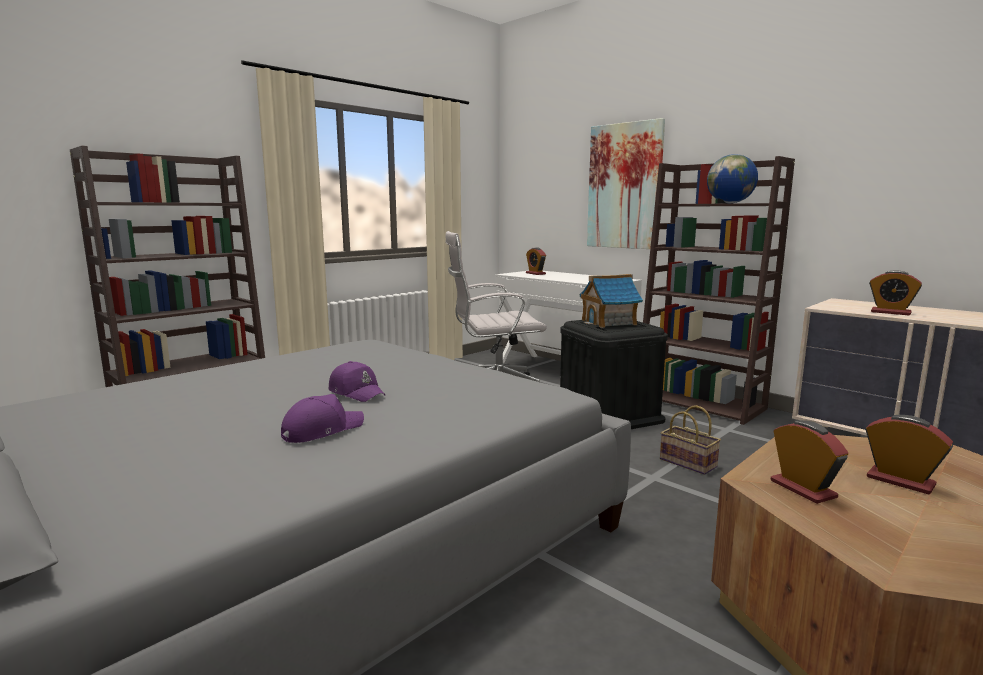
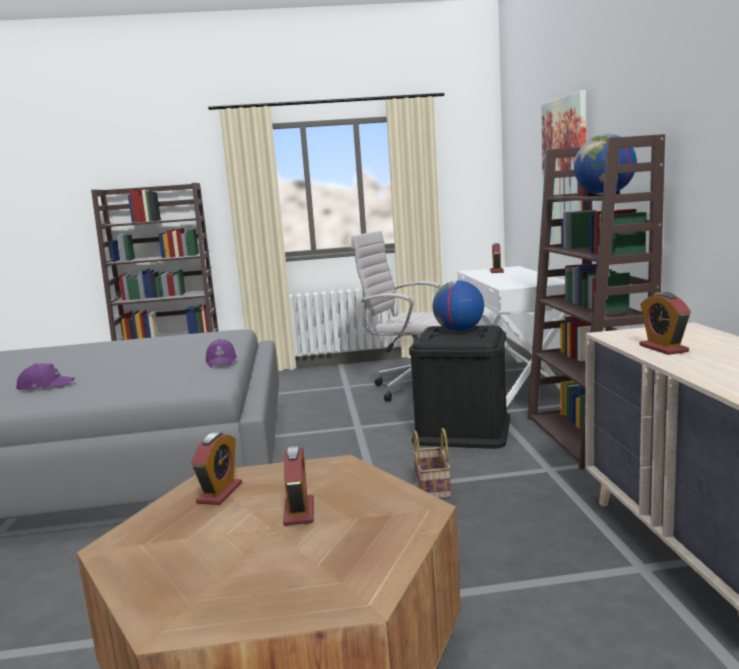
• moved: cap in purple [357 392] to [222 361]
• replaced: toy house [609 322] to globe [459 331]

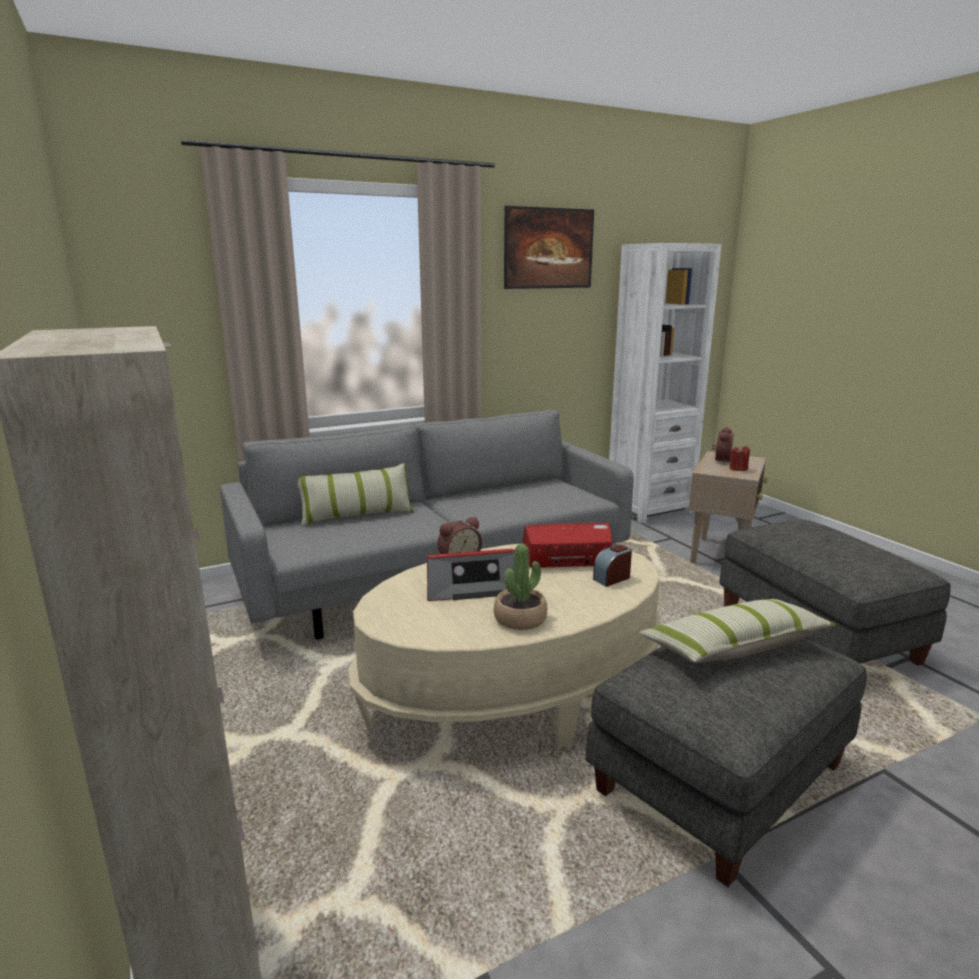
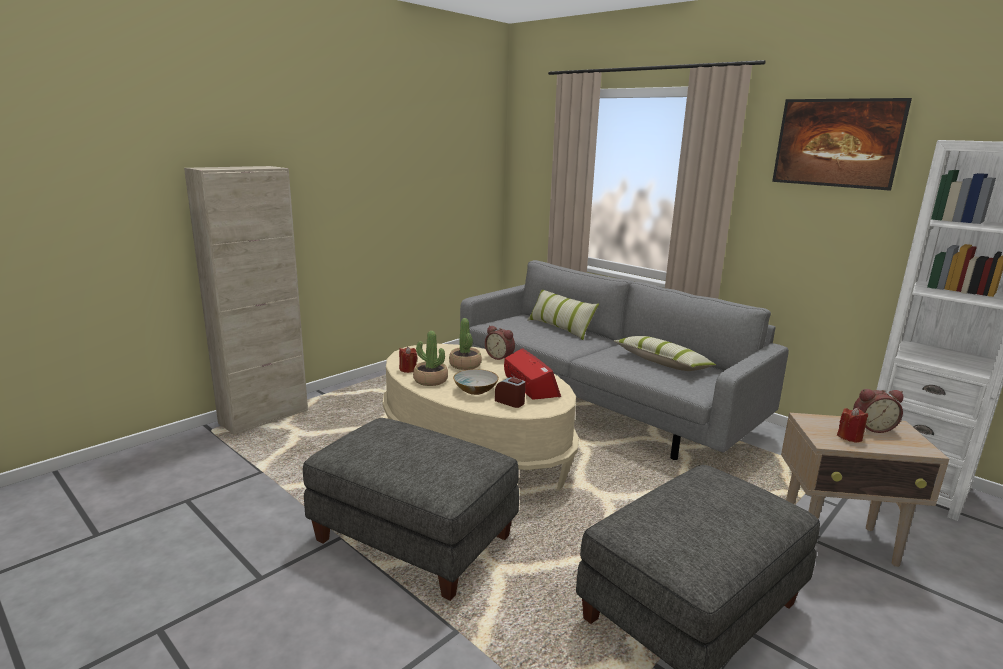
• added: candle in red [408 369]
• added: bowl [475 390]
• moved: pillow [734 647] to [662 363]
• replaced: radio [473 587] to potted plant [465 365]

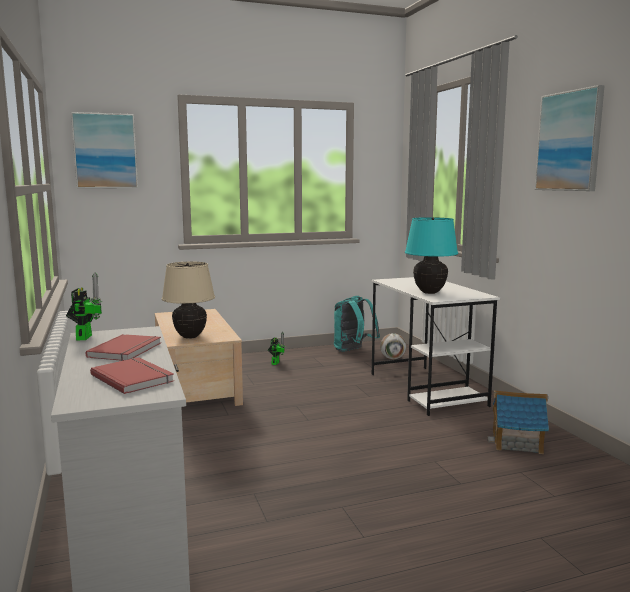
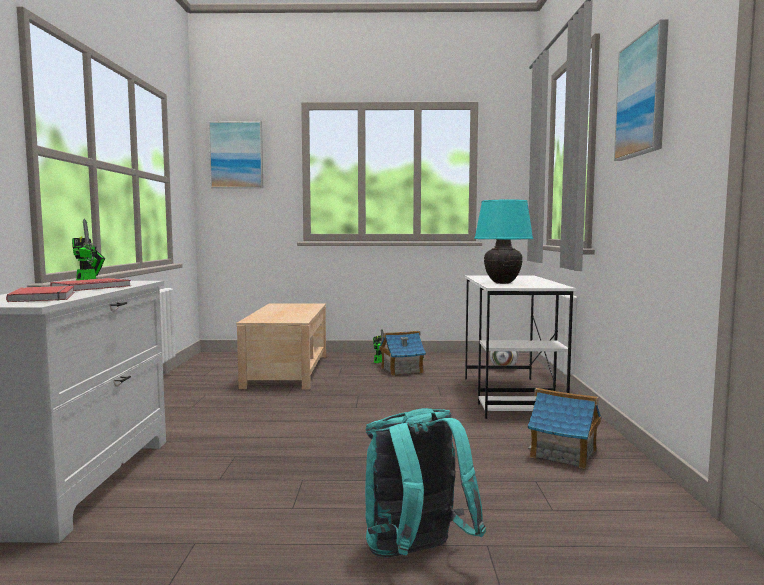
• removed: table lamp in beige [190 337]
• added: toy house [401 370]
• moved: backpack in turquoise [353 350] to [415 555]

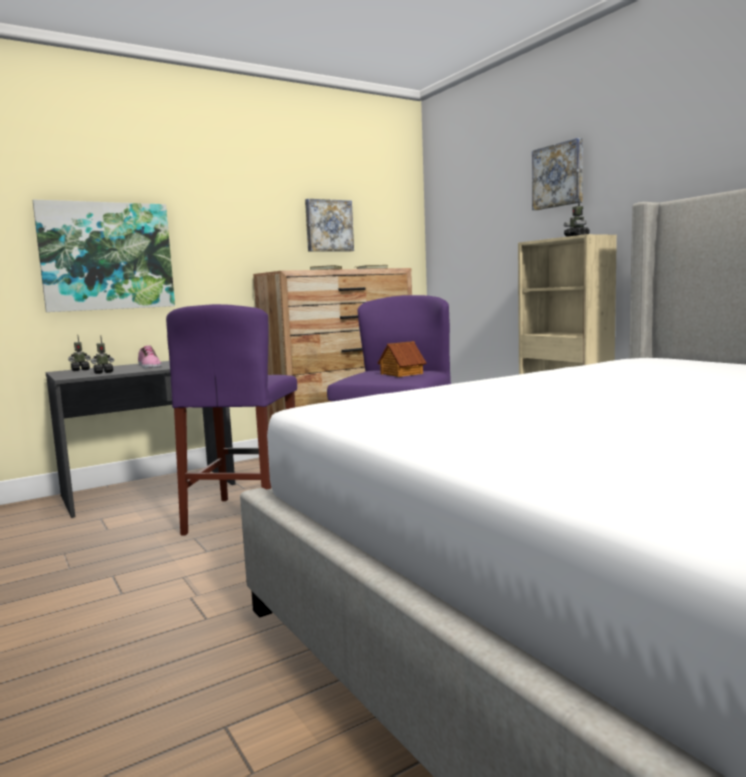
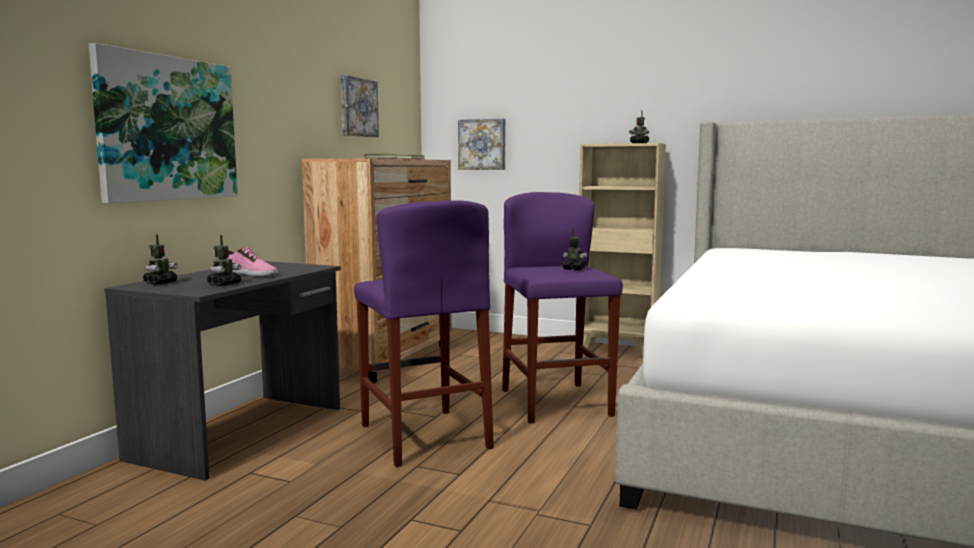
• moved: picture [558 176] to [482 144]
• replaced: toy house [401 374] to toy robot [574 269]

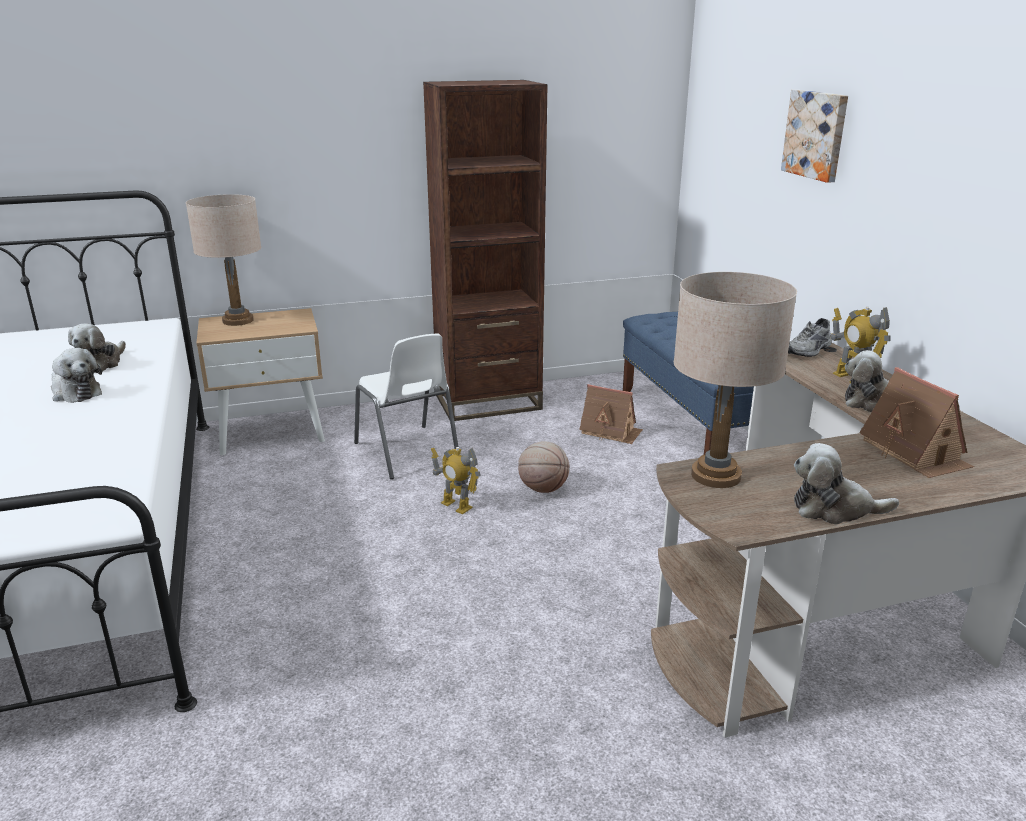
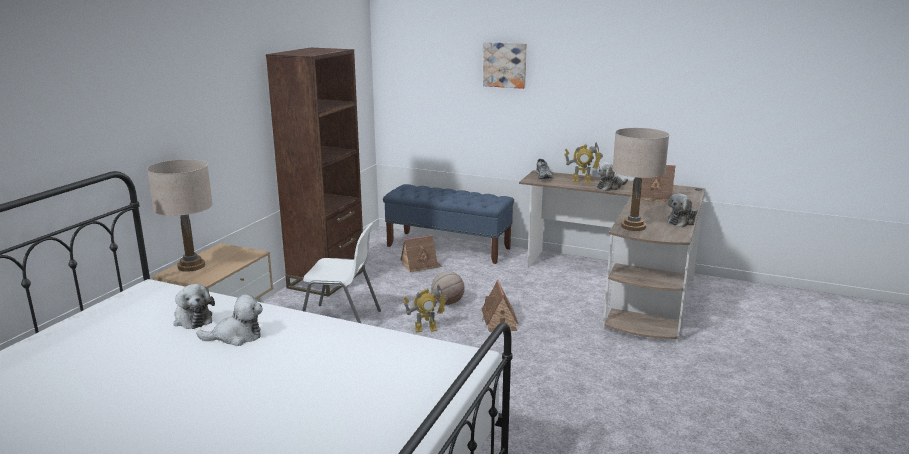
• added: toy house [499 321]

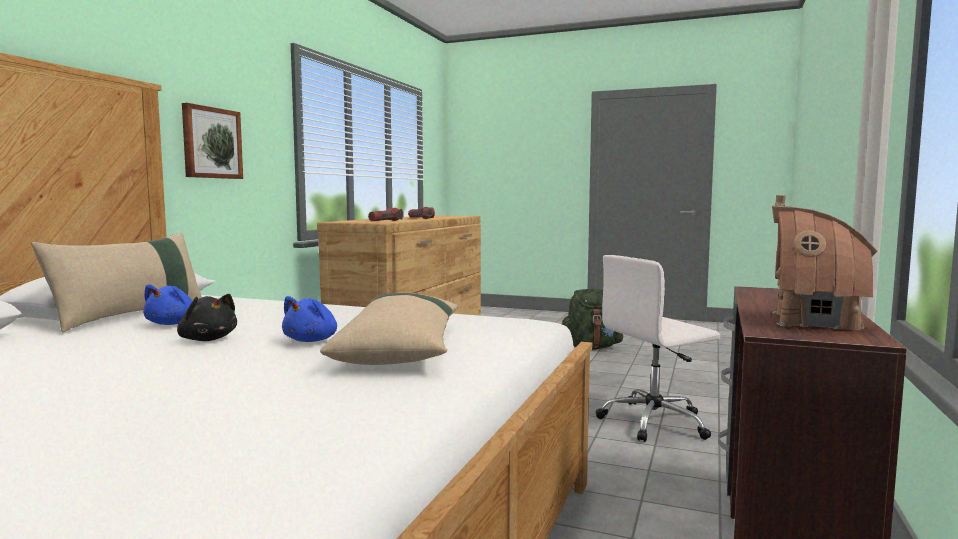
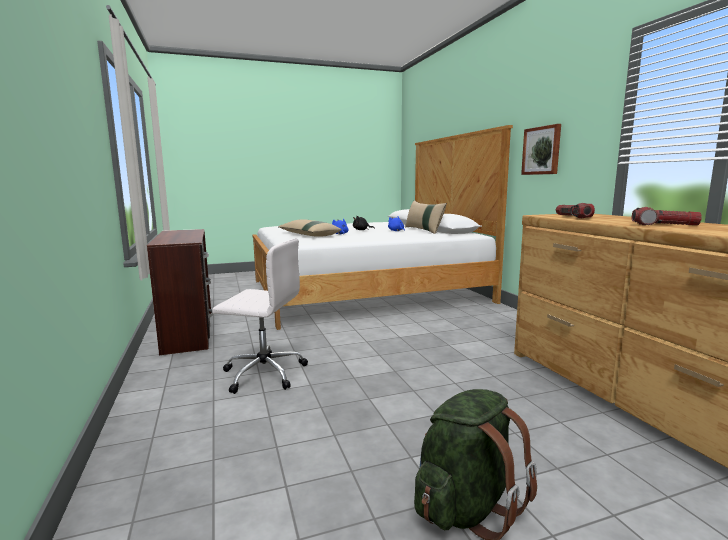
• removed: toy house [815 322]
• turned: office chair in white [655 422] = [263 373] 75 degrees clockwise

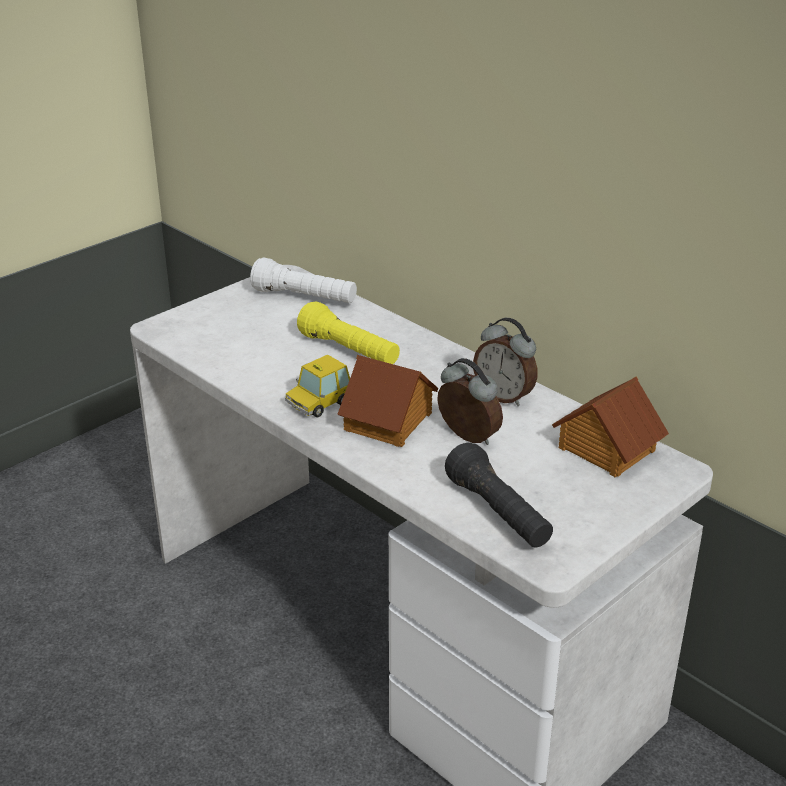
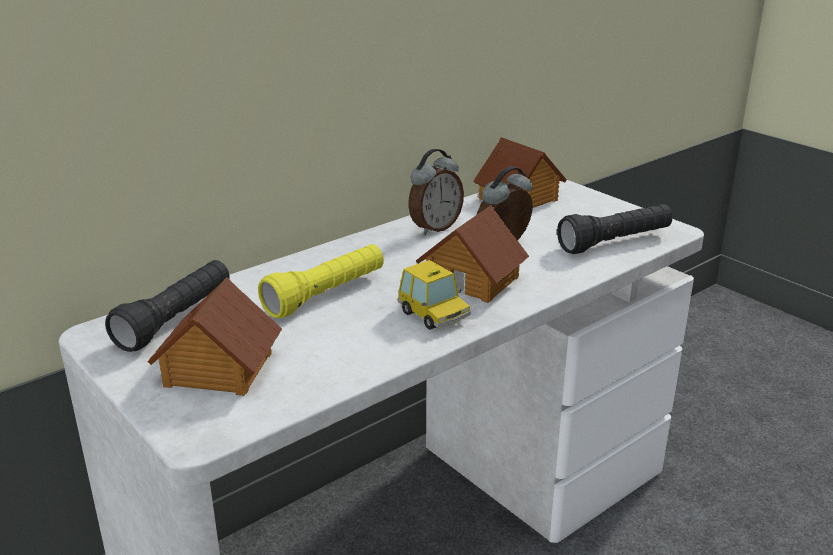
• added: toy house [218 370]
• recoloured: flashlight in white [305 298] to flashlight in black [176 320]

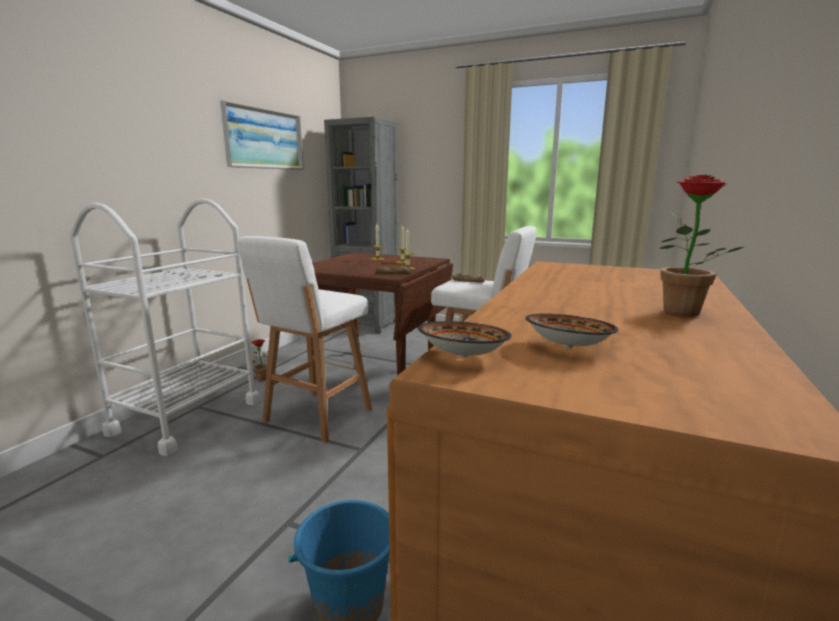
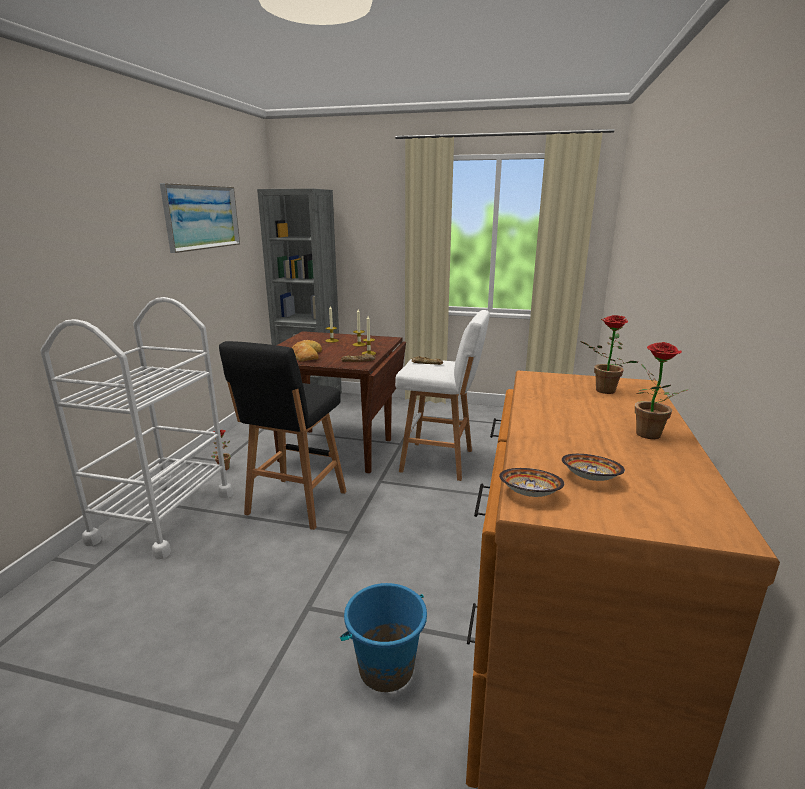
• added: bread [306 356]
• added: potted plant [601 391]
• recoloured: stool in white [316 417] to stool in black [295 504]

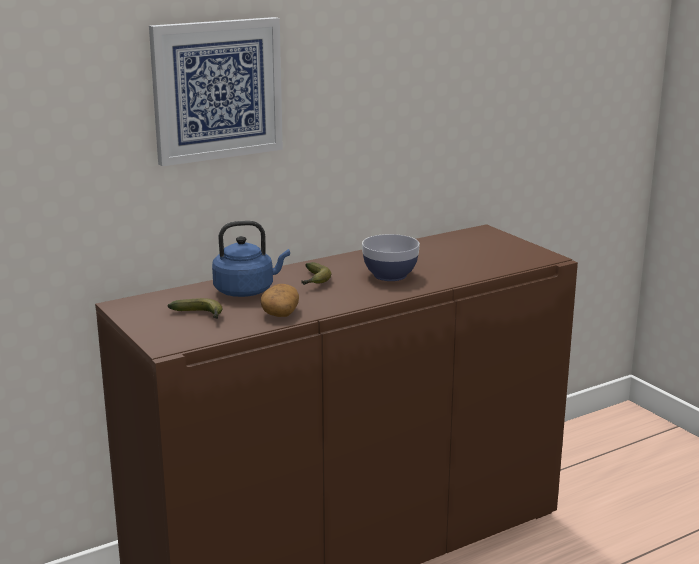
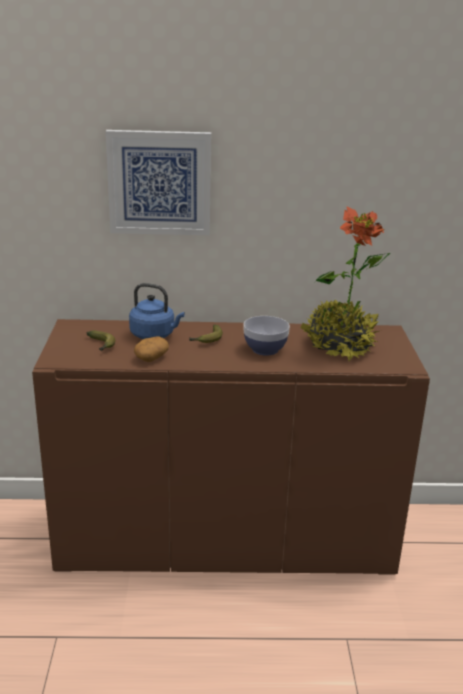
• added: potted plant [339 345]

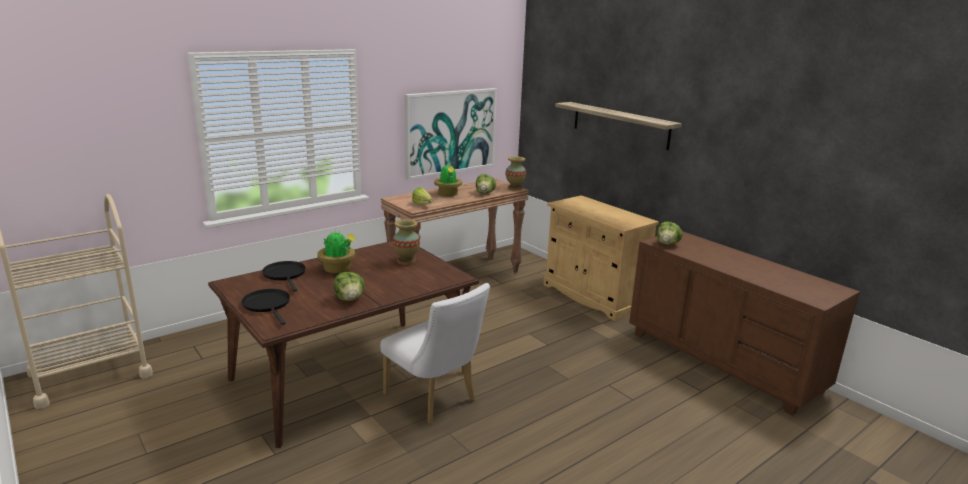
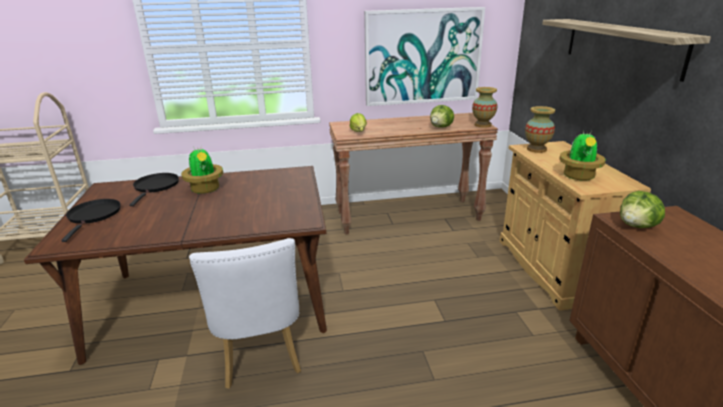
• removed: lettuce [350 299]
• moved: vase [406 261] to [536 149]
• moved: potted plant [448 194] to [578 176]

